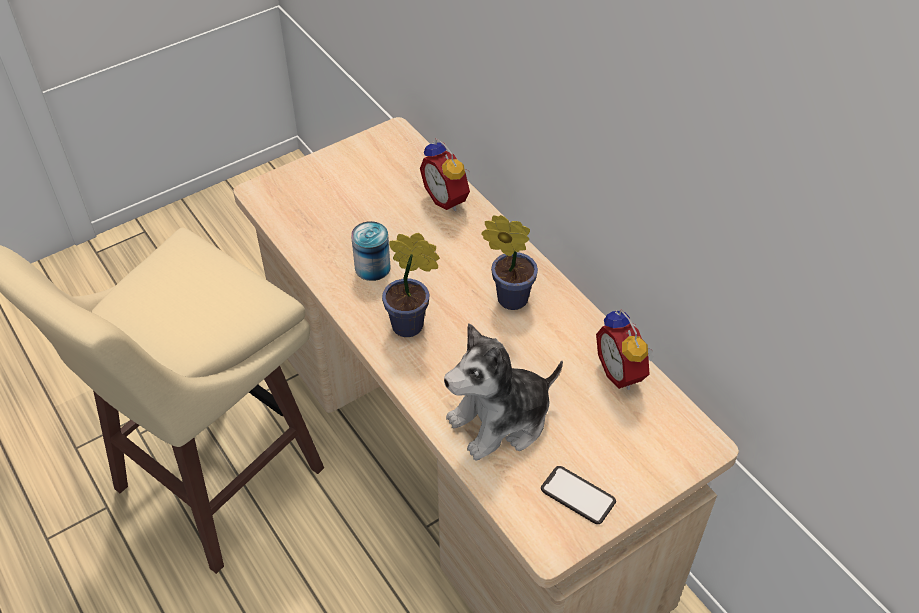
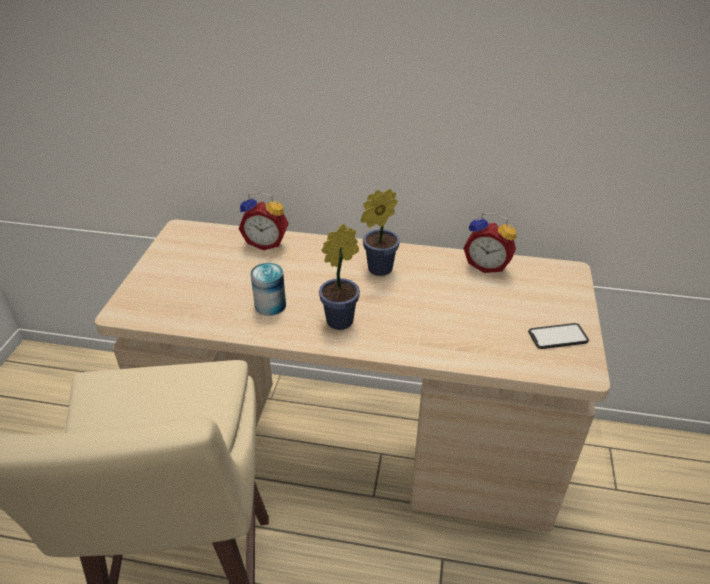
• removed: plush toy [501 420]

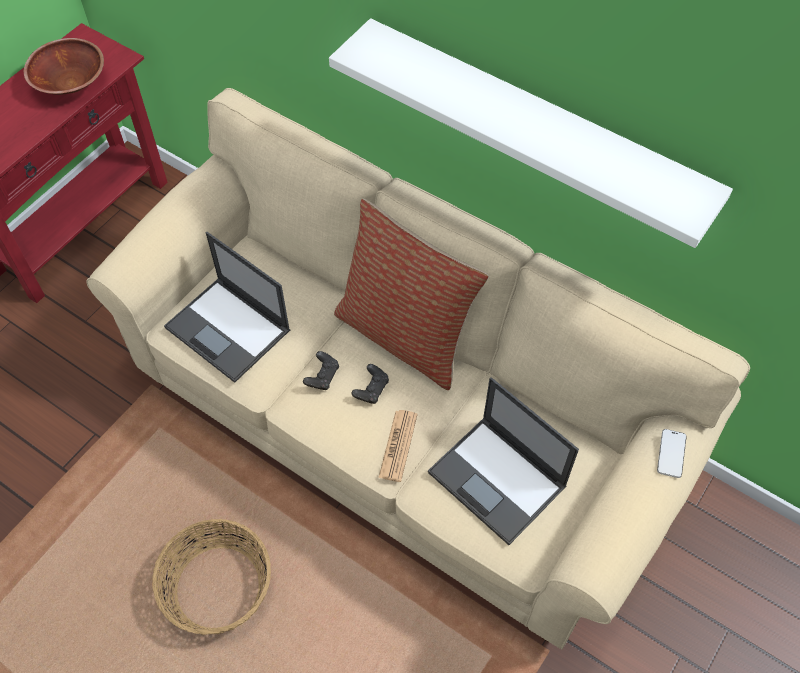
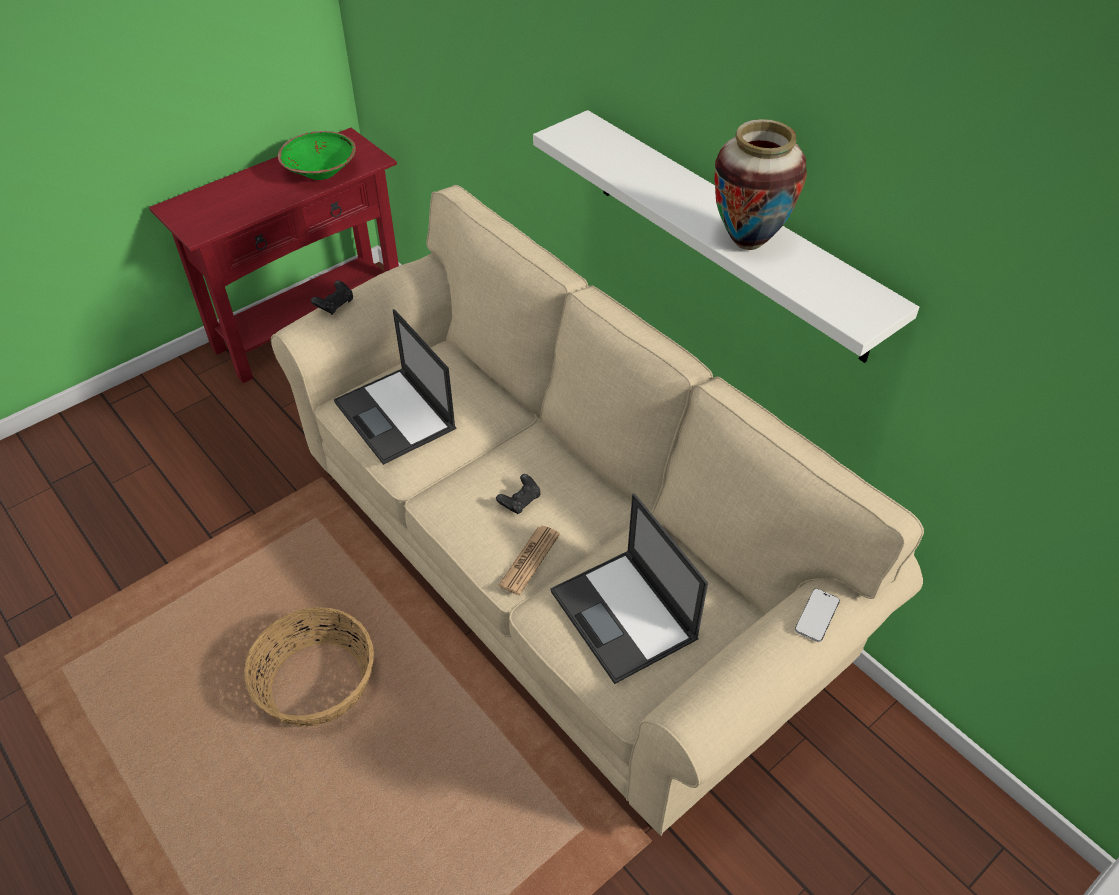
• removed: pillow [405 335]
• added: vase [747 242]
• moved: game controller in black [322 376] to [335 305]
• recoloured: bowl in brown [71 83] to bowl in green [321 172]

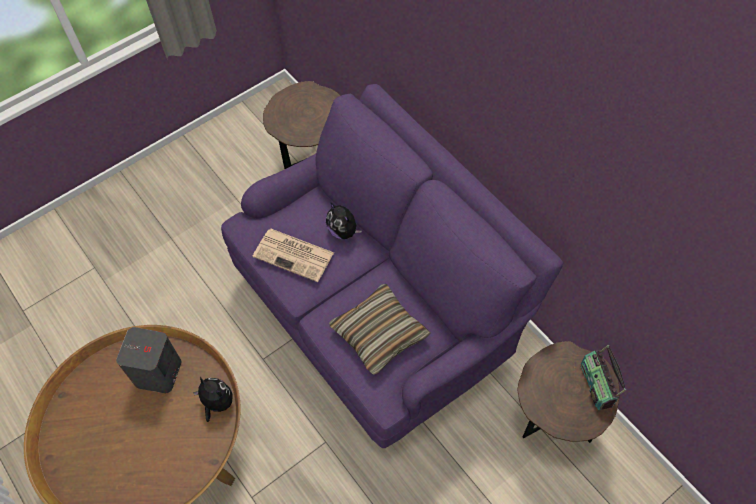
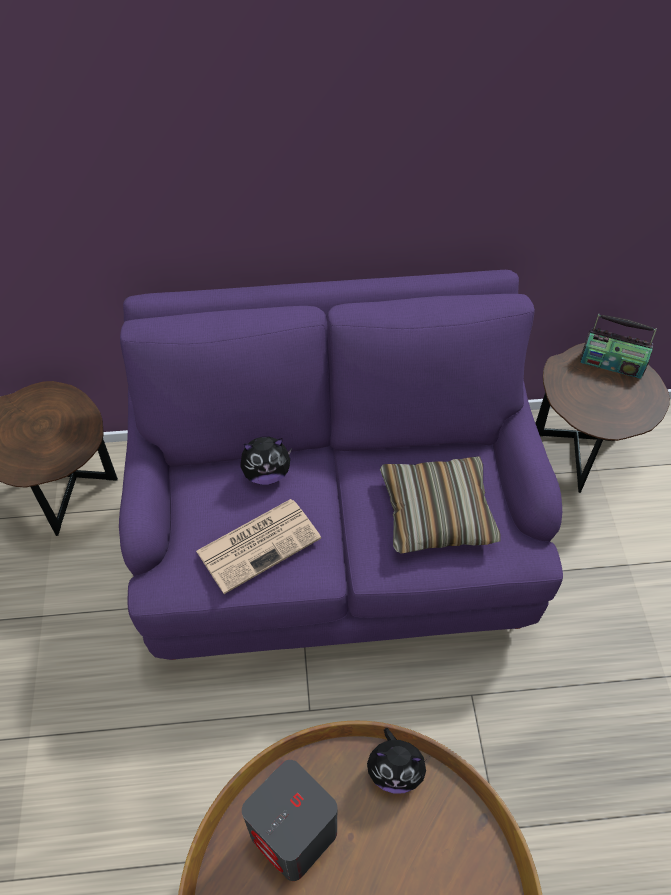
• turned: plush toy [217 403] = [395 771] 150 degrees counterclockwise

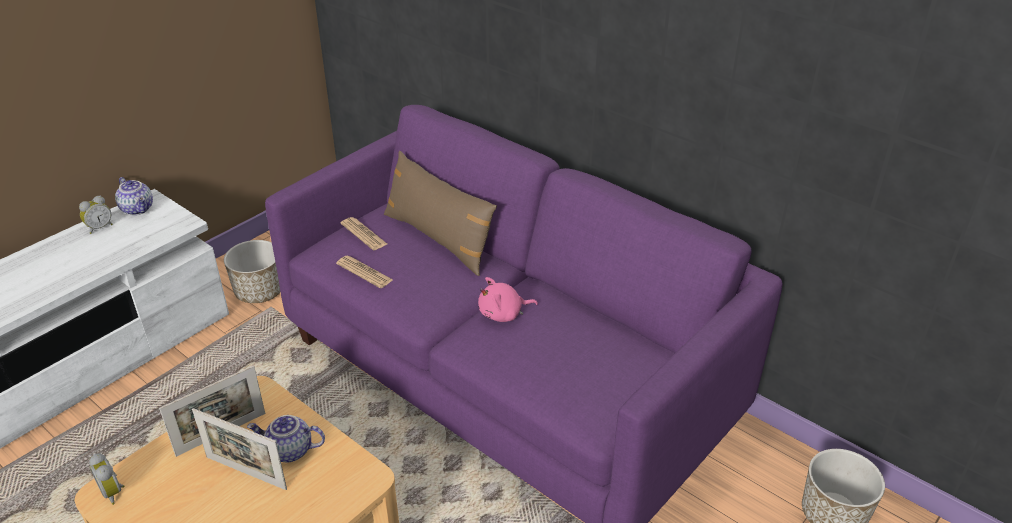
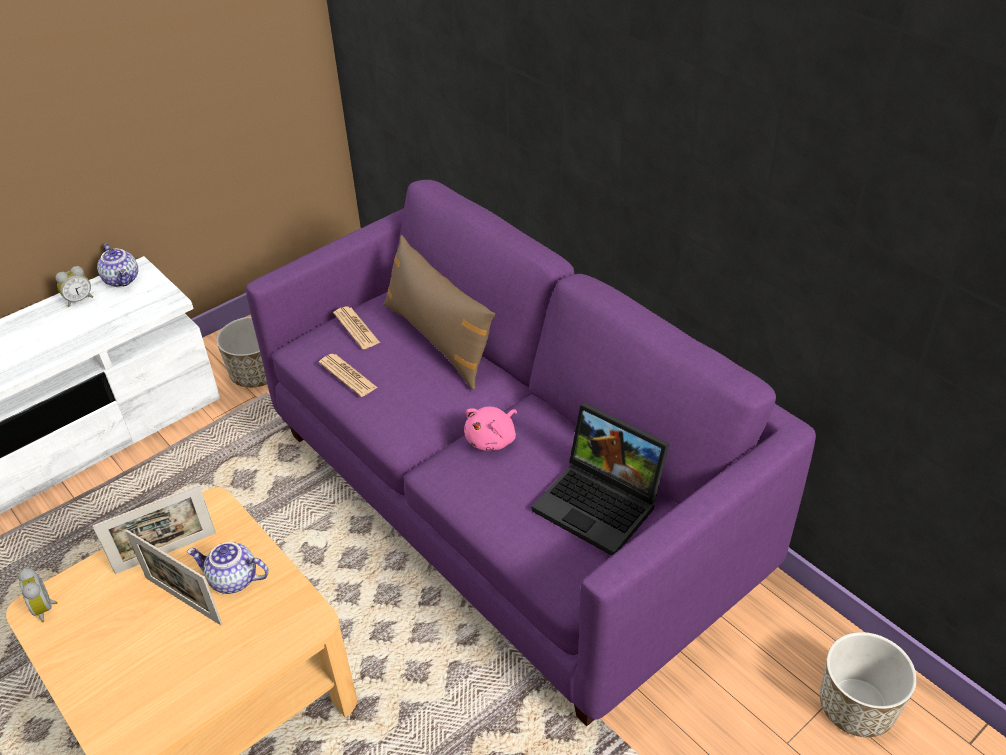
• added: laptop [601 503]
• turned: plush toy in pink [503 314] = [492 439] 45 degrees counterclockwise

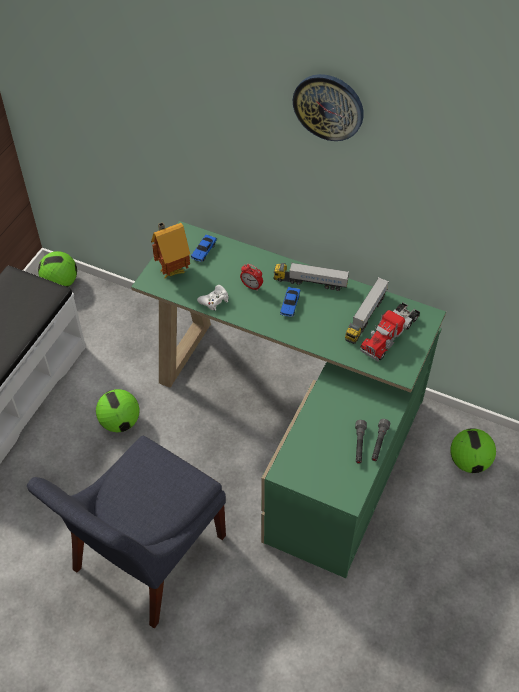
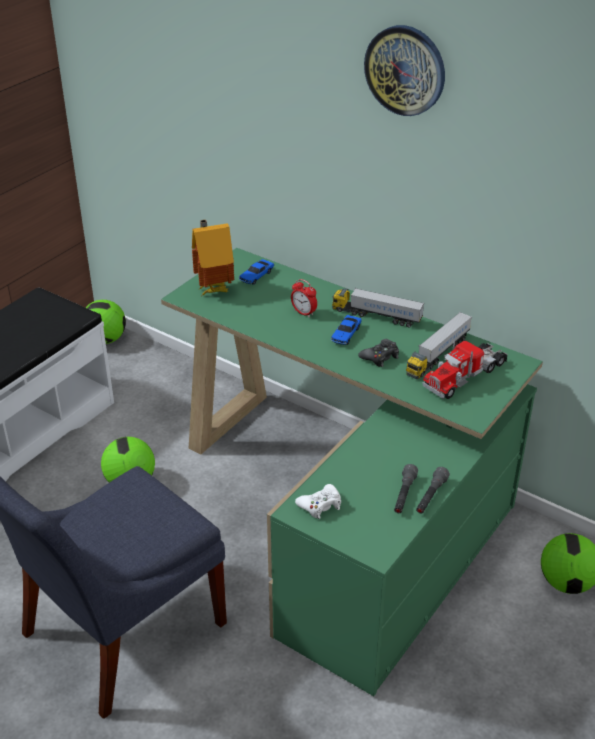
• added: game controller in black [380 357]
• moved: game controller in white [214 300] to [320 505]

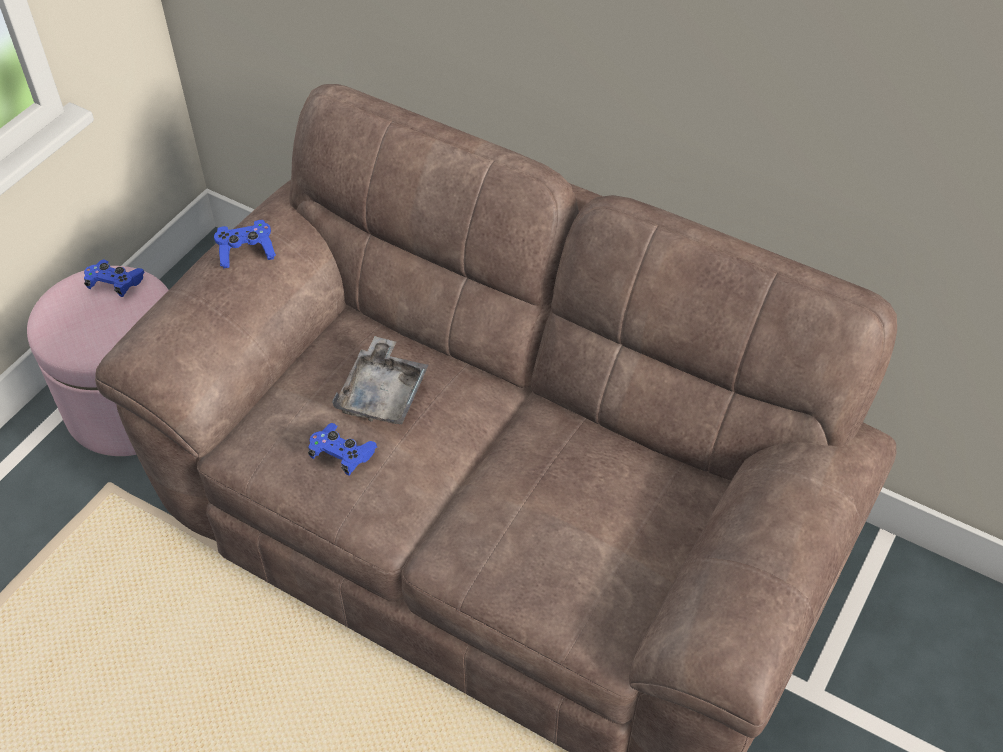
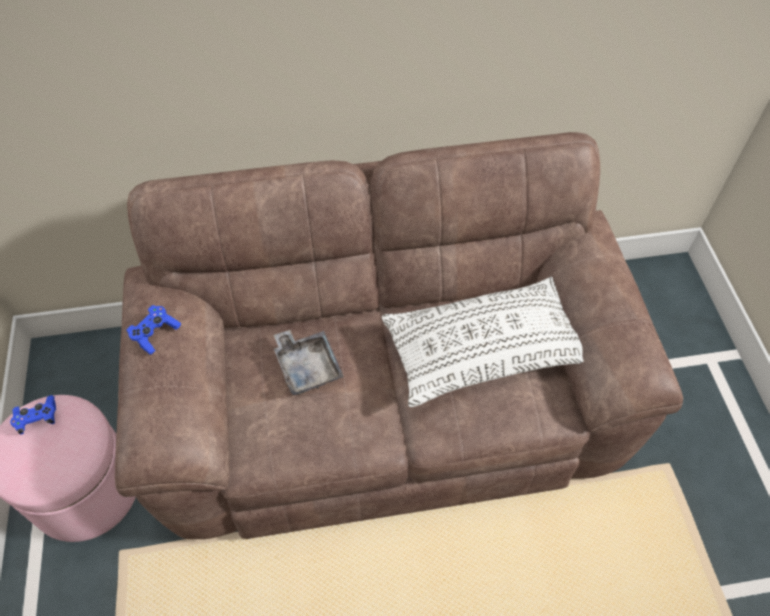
• removed: game controller in blue [342 455]
• added: pillow in white [484 351]

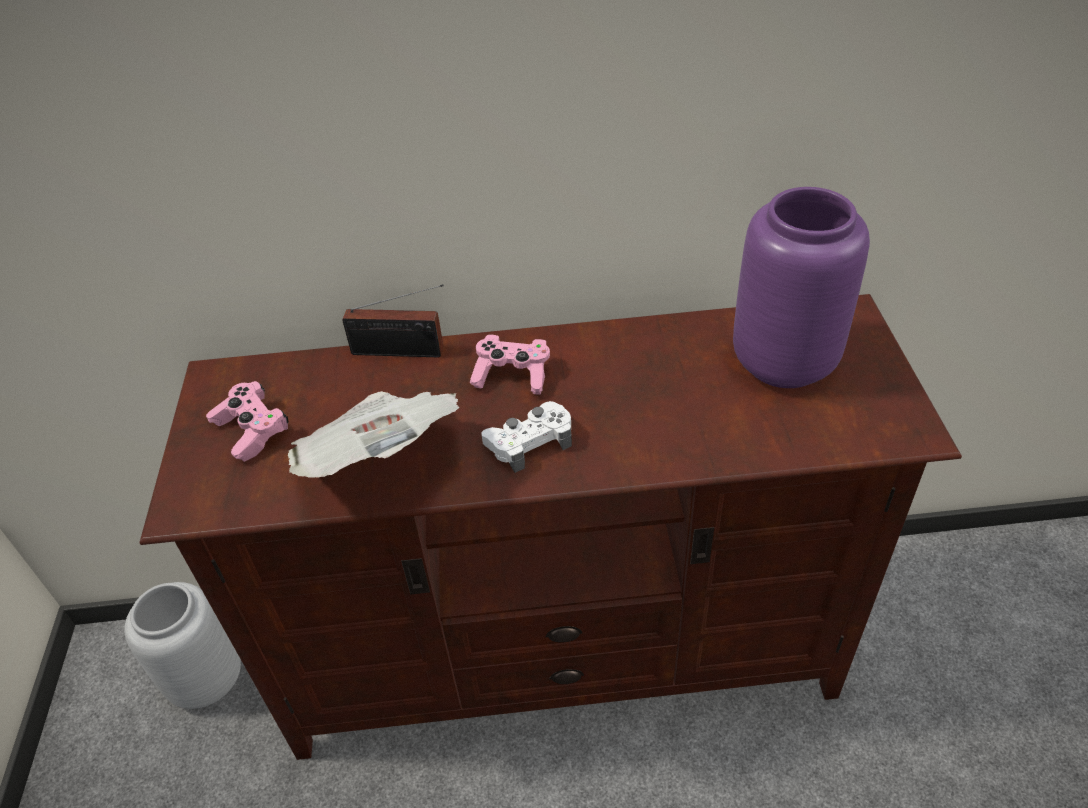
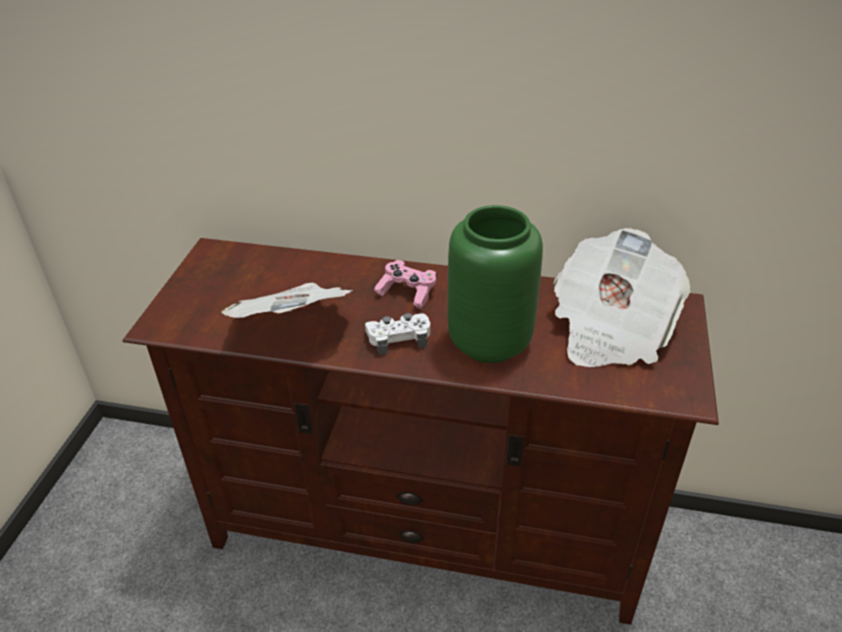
• removed: vase in grey [207 678]
• removed: game controller in pink [252 430]
• removed: radio [402 352]
• added: vase in green [489 344]
• replaced: vase in purple [785 364] to newspaper [610 328]

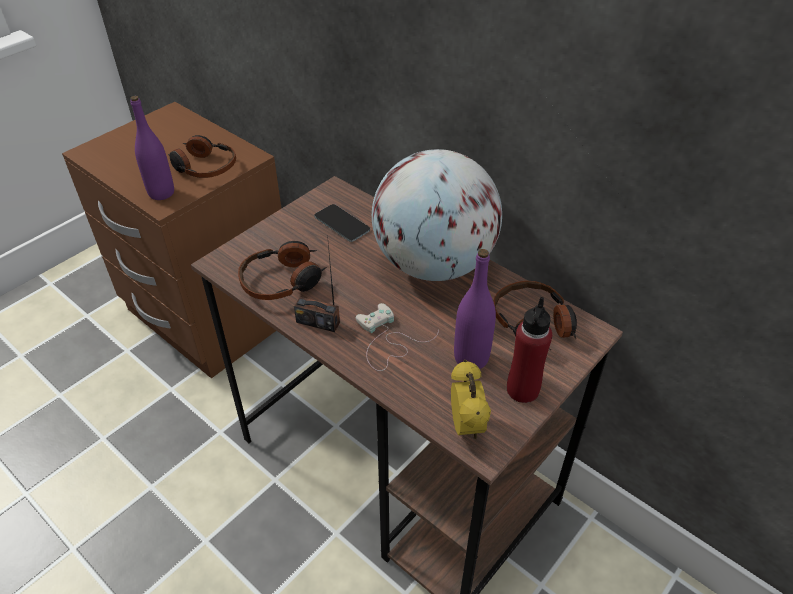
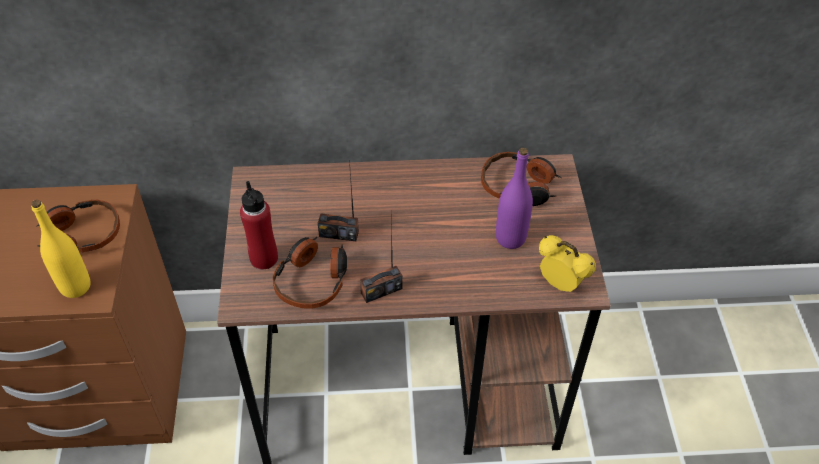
• removed: phone [342 223]
• removed: game controller in white [387 340]
• removed: globe [434 265]
• added: radio [339 234]
• moved: bottle in red [522 390] to [264 258]
• recoloured: bottle in purple [161 193] to bottle in yellow [75 286]

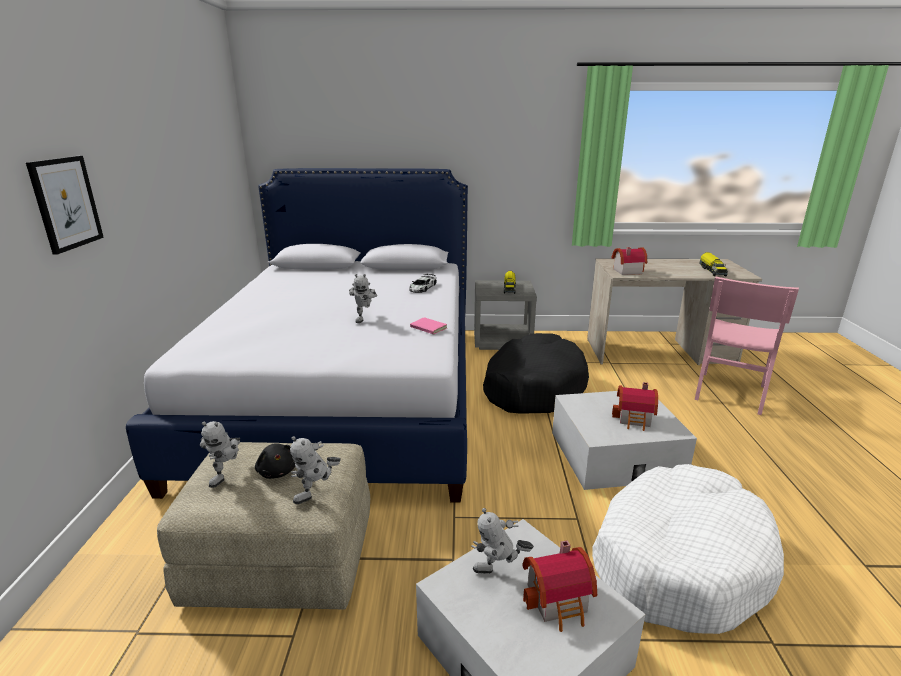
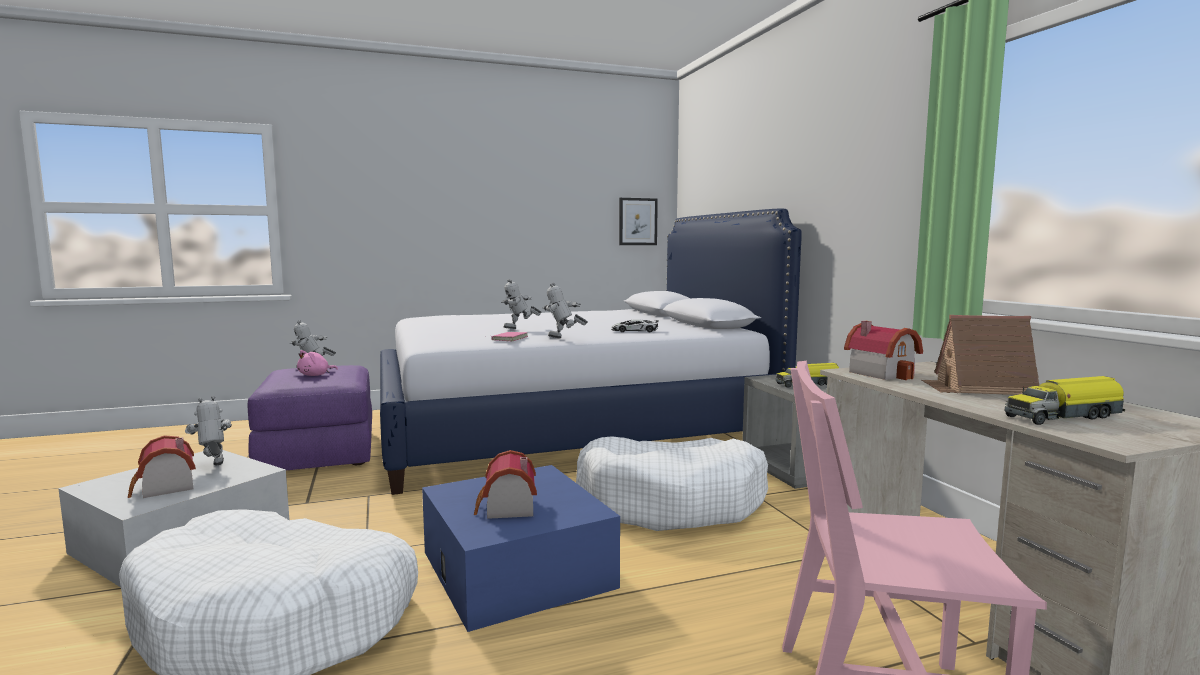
• added: toy house [977 388]
• moved: picture [66 203] to [638 221]
• moved: toy robot [317 495] to [563 338]
• recoloured: ottoman in beige [284 558] to ottoman in purple [319 453]
• recoloured: plush toy in black [277 471] to plush toy in pink [315 375]
• recoloured: dog bed in black [533 387] to dog bed in white [672 502]
• recoloured: storage box in white [615 454] to storage box in blue [517 569]

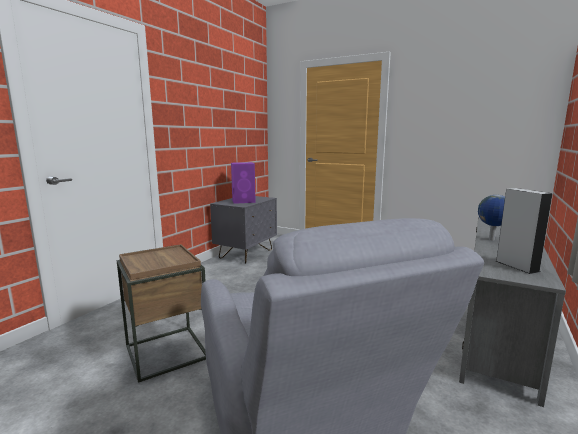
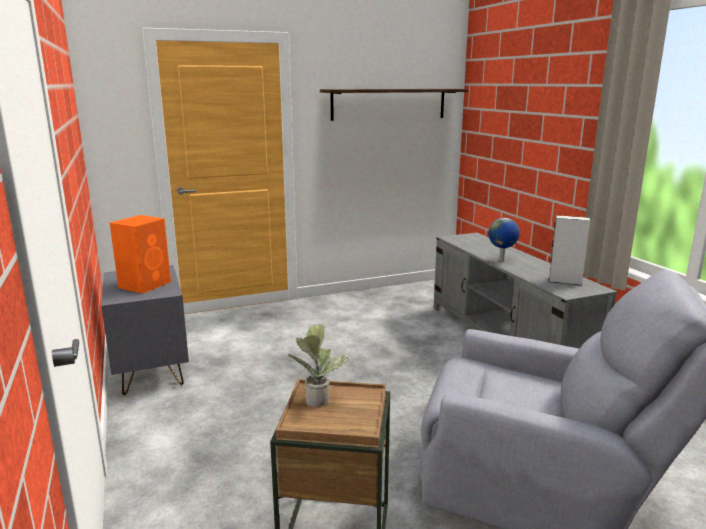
• added: potted plant [318 397]
• added: shelf [389 104]
• recoloured: speaker in purple [244 201] to speaker in orange [146 284]

